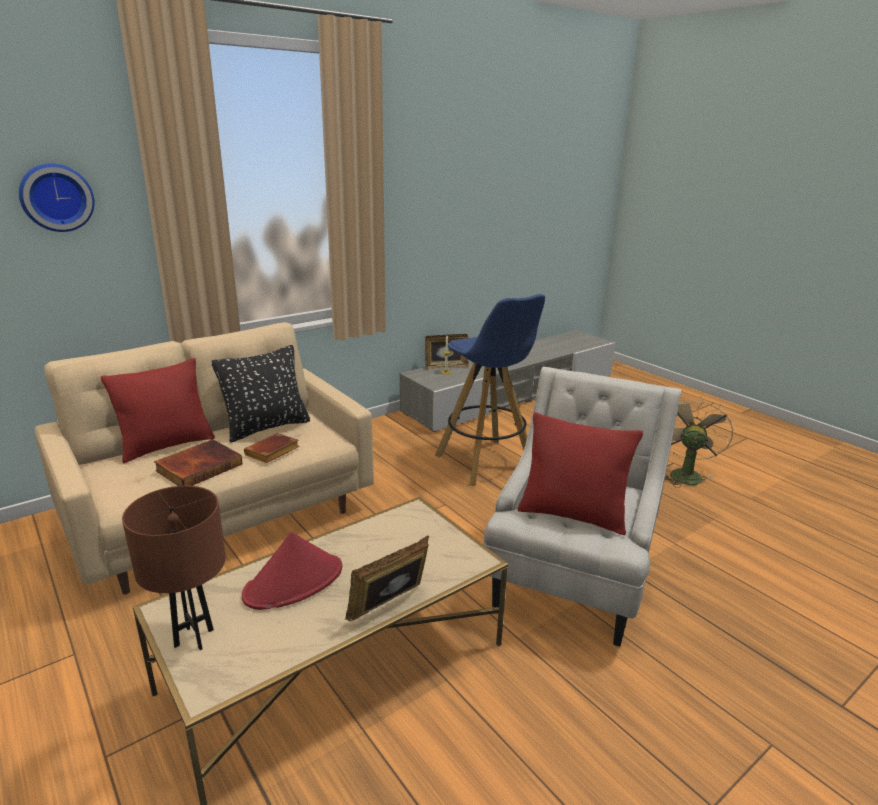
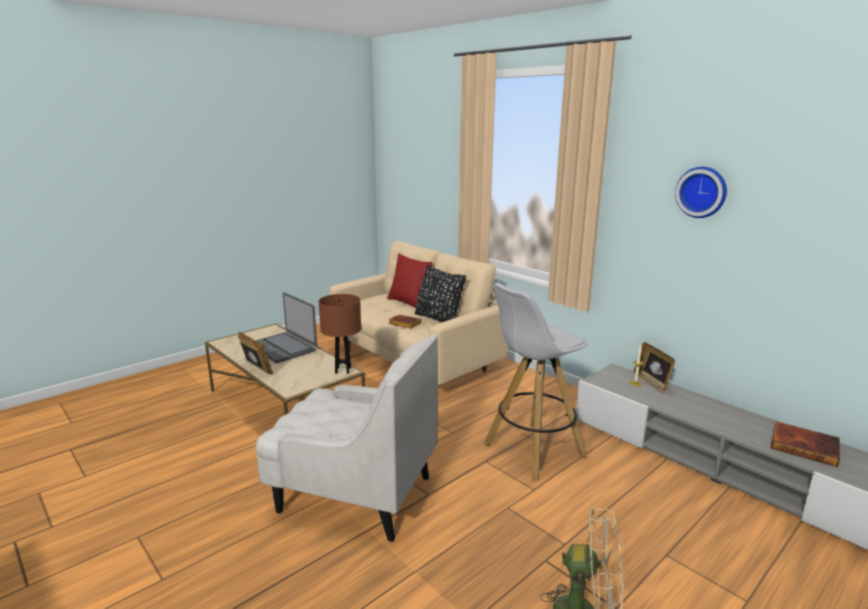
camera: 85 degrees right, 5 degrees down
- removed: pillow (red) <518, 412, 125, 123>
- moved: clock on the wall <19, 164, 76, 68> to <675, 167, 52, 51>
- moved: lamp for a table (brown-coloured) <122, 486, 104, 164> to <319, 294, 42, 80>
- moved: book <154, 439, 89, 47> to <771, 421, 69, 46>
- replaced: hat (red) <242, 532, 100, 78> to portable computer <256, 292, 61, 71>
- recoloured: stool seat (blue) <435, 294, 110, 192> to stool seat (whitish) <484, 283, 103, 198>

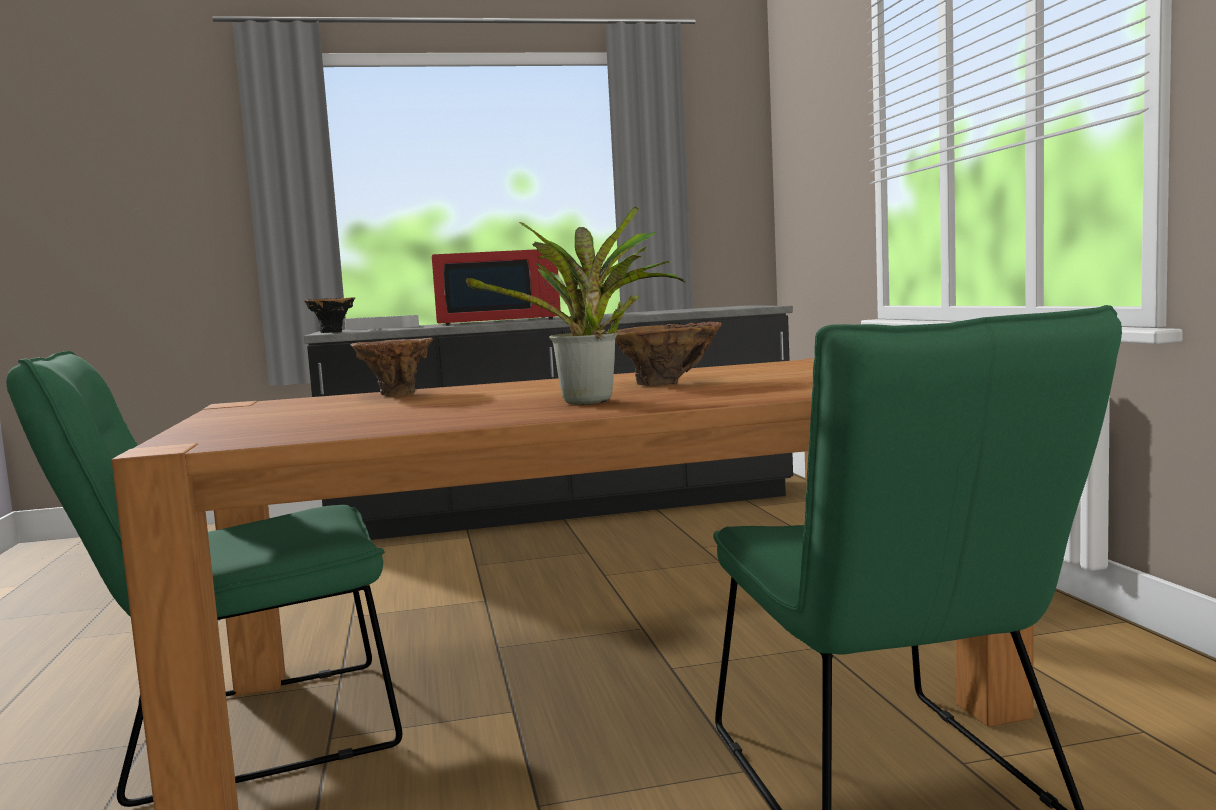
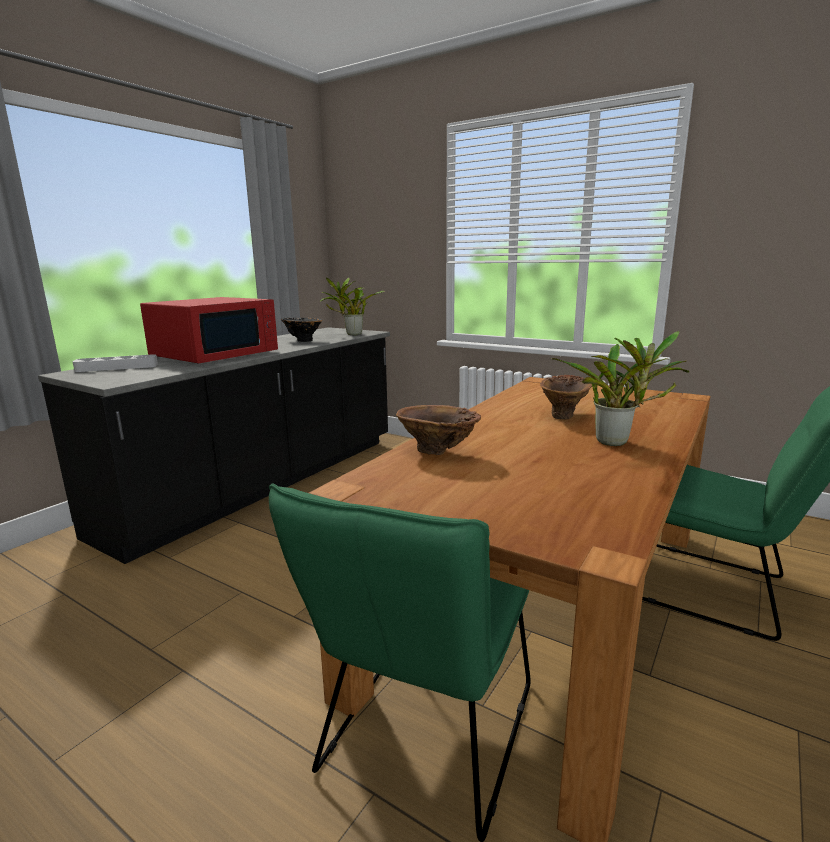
camera: 45 degrees left, 10 degrees up
- added: plant in a pot <320, 277, 65, 58>
- moved: decorative vase (black-coloured) <304, 297, 51, 36> to <281, 318, 41, 24>

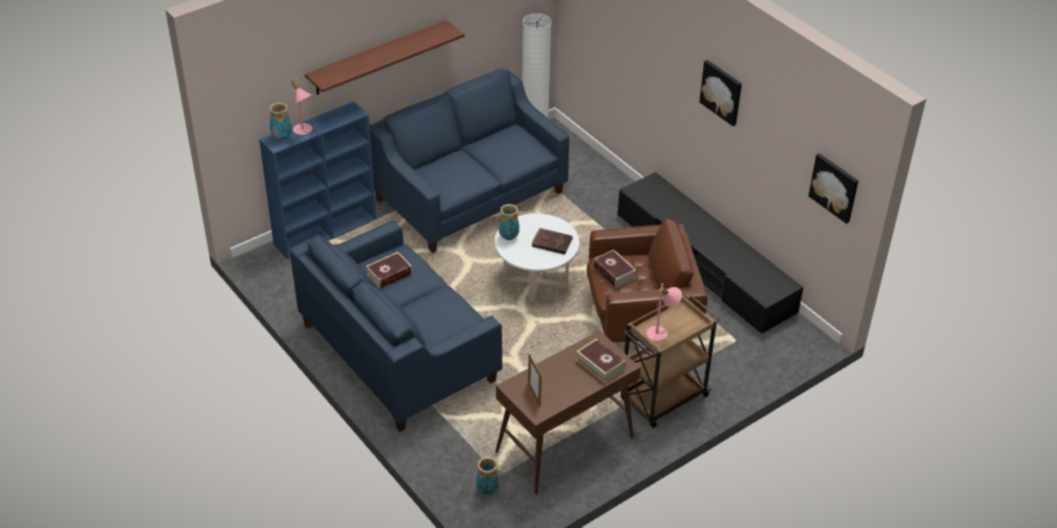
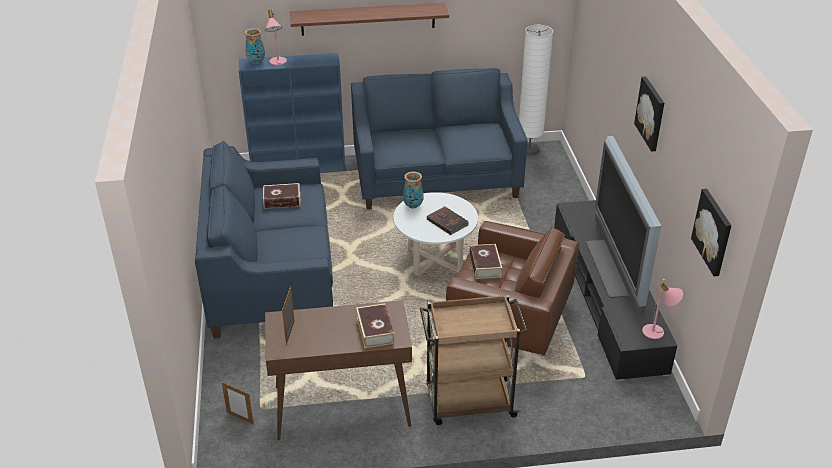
camera: 30 degrees right, 5 degrees down
- added: TV <586, 136, 75, 178>
- moved: lamp for a table (pinkish) <646, 284, 36, 57> to <642, 279, 41, 60>
- replaced: decorative vase <476, 457, 23, 38> to picture frame <222, 382, 32, 43>

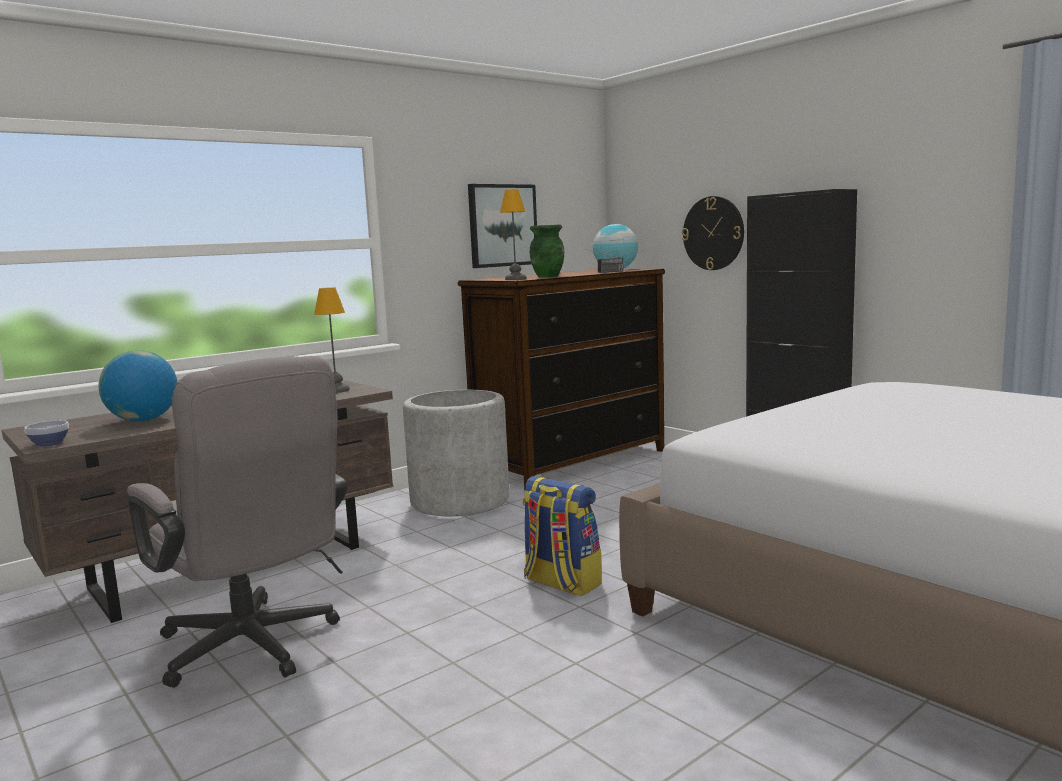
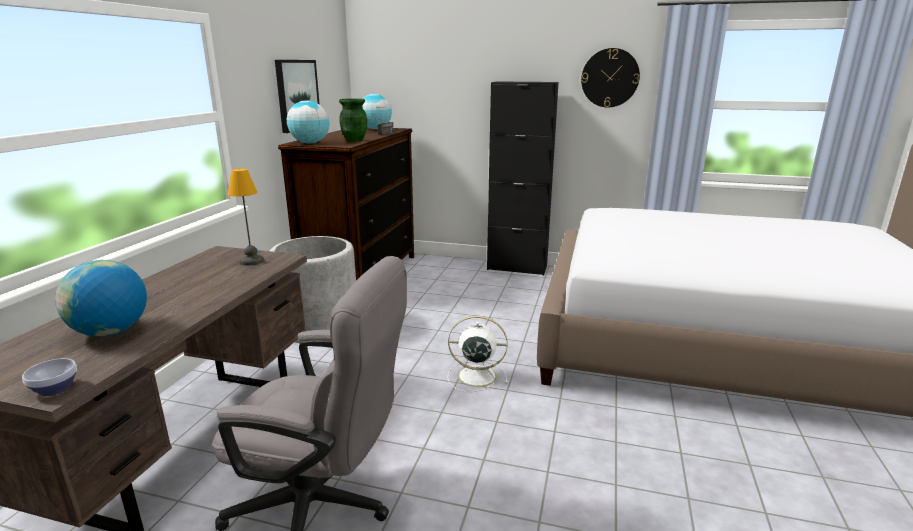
camera: 35 degrees left, 10 degrees up
- removed: lamp for a table <500, 189, 27, 91>
- added: desk globe <287, 100, 42, 43>
- moved: clock on the wall <682, 196, 62, 74> to <581, 48, 59, 59>
- replaced: rucksack <522, 476, 80, 121> to fan (whitish) <448, 316, 60, 76>

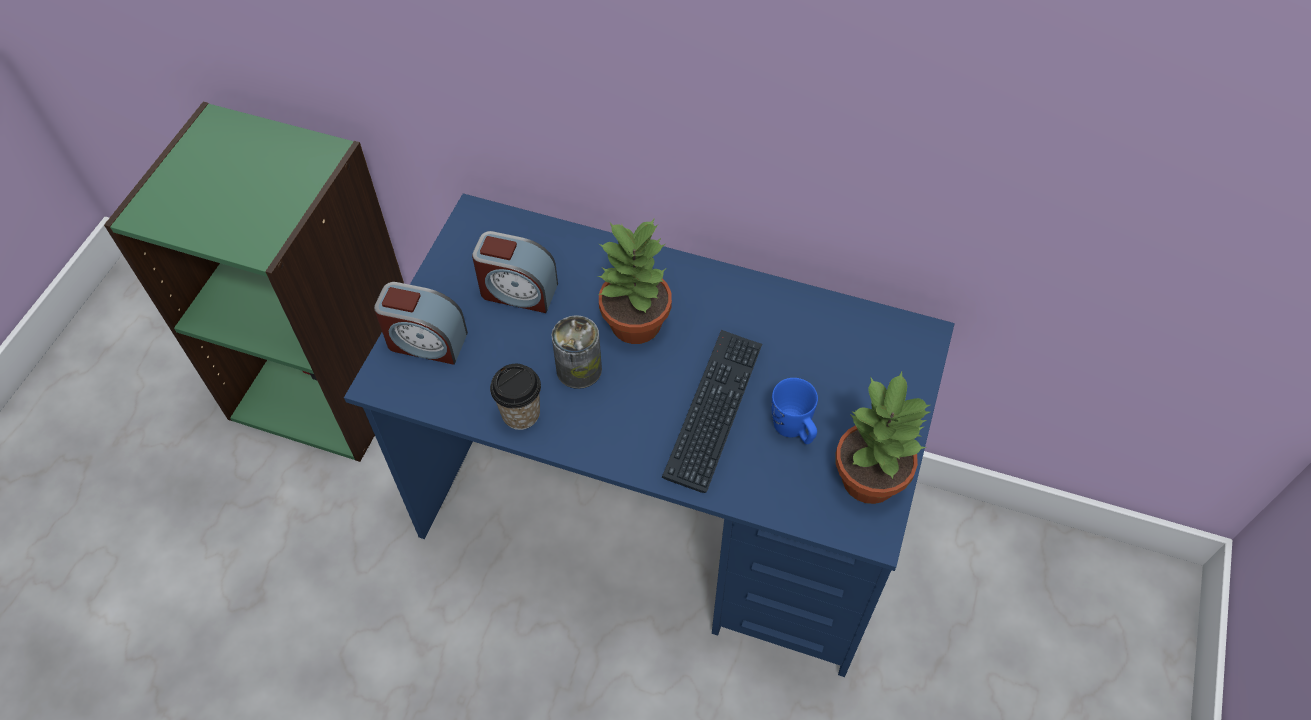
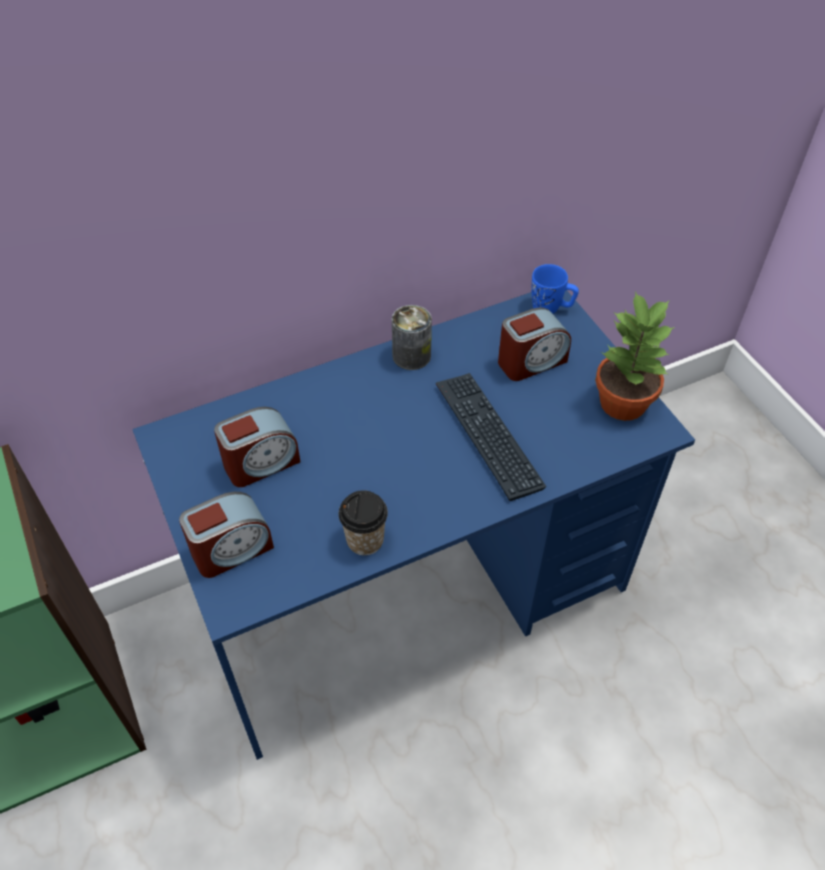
camera: 45 degrees left, 5 degrees down
- removed: plant in a pot <598, 219, 74, 125>
- added: bedside clock <498, 307, 73, 74>
- moved: sealed can <551, 315, 51, 74> to <392, 305, 40, 65>
- moved: coffee mug (blue) <771, 378, 47, 66> to <531, 264, 48, 50>

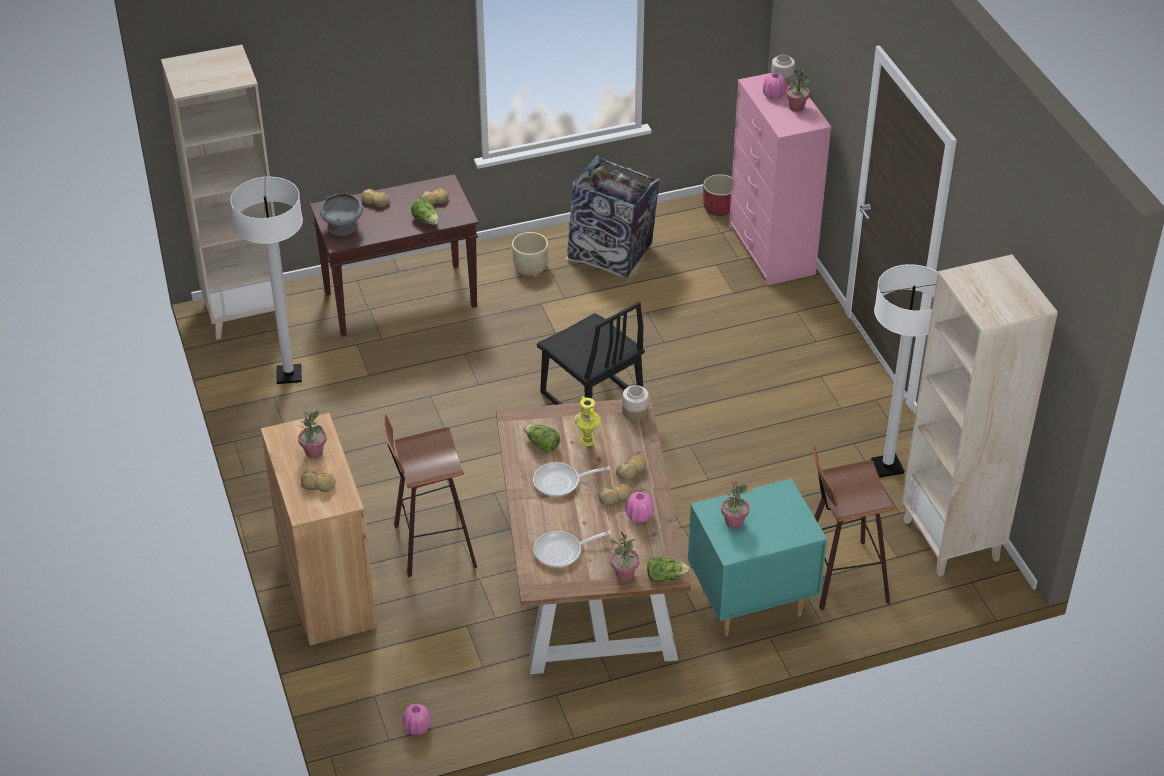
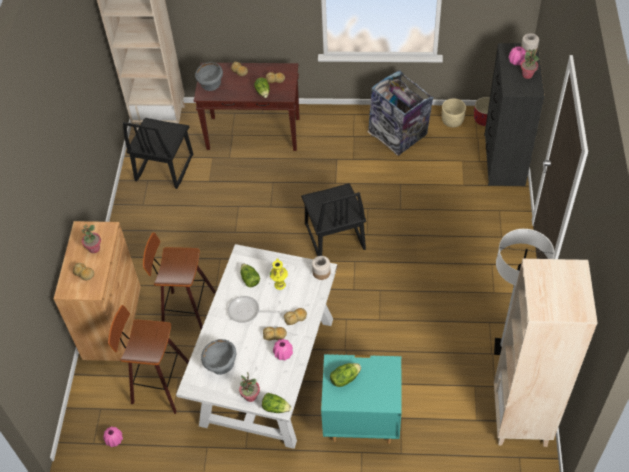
camera: 25 degrees right, 10 degrees up
- moved: flower pot (beige) <512, 232, 36, 43> to <442, 98, 24, 30>
- moved: stool seat <813, 446, 81, 164> to <108, 305, 81, 109>
- replaced: floor lamp (whitish) <230, 177, 73, 207> to chair (black-coloured) <123, 118, 70, 71>
- replaced: skillet <533, 531, 78, 37> to serving bowl (greyish) <201, 339, 35, 36>
- replaced: plant in a pot <721, 481, 29, 48> to lettuce <330, 363, 31, 24>
- recoloured: dining table (brown-coloured) <496, 397, 195, 277> to dining table (whitish) <176, 244, 161, 205>
- recoloured: dresser (pinkish) <729, 73, 102, 213> to dresser (black-coloured) <484, 43, 61, 143>

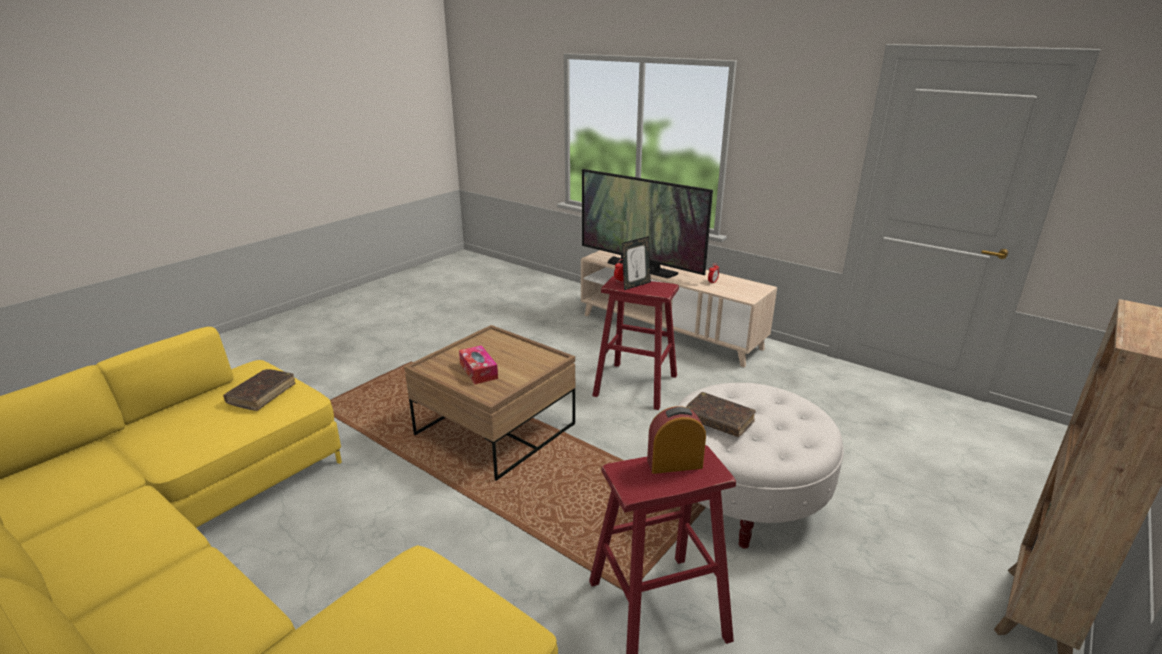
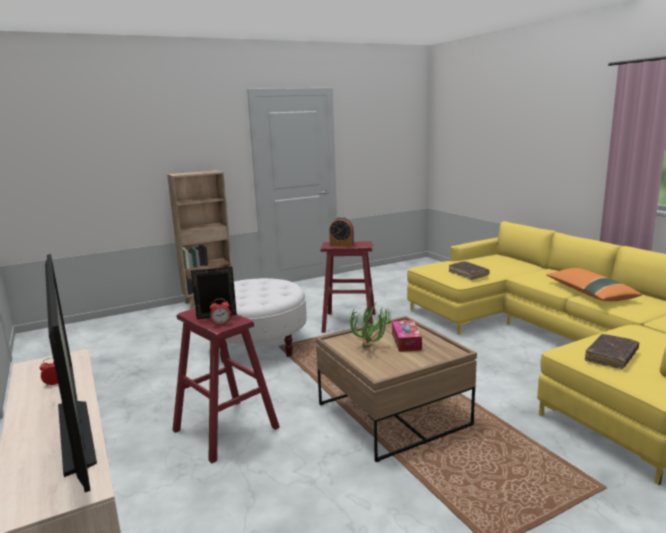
camera: 155 degrees left, 10 degrees down
- added: plant in a pot <349, 300, 43, 48>
- added: pillow (orangey) <546, 268, 96, 33>
- moved: book (brown-coloured) <686, 392, 70, 45> to <449, 261, 40, 19>

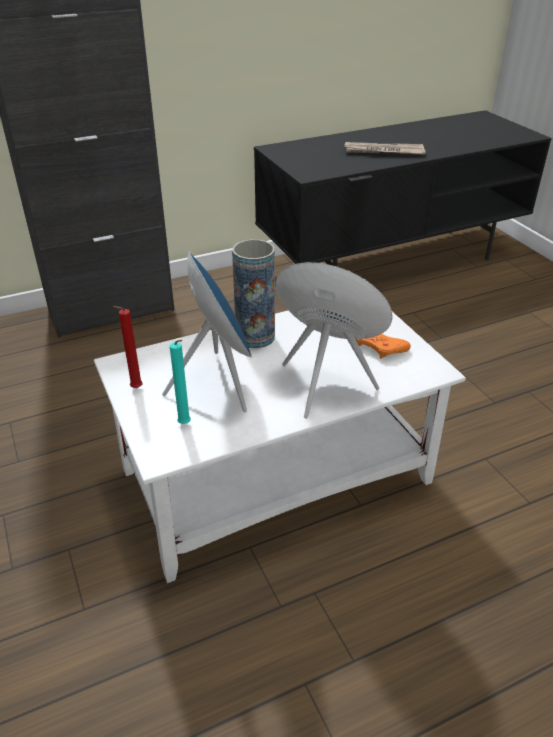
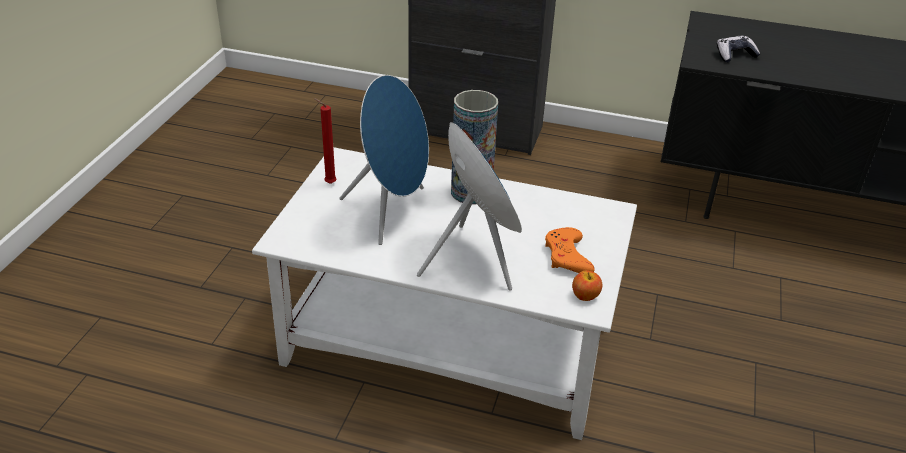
camera: 40 degrees right, 0 degrees up
- removed: candle (turquoise) <170, 340, 21, 84>
- removed: newspaper <344, 142, 81, 12>
- added: apple fruit <572, 271, 30, 30>
- added: joypad <717, 36, 43, 27>

